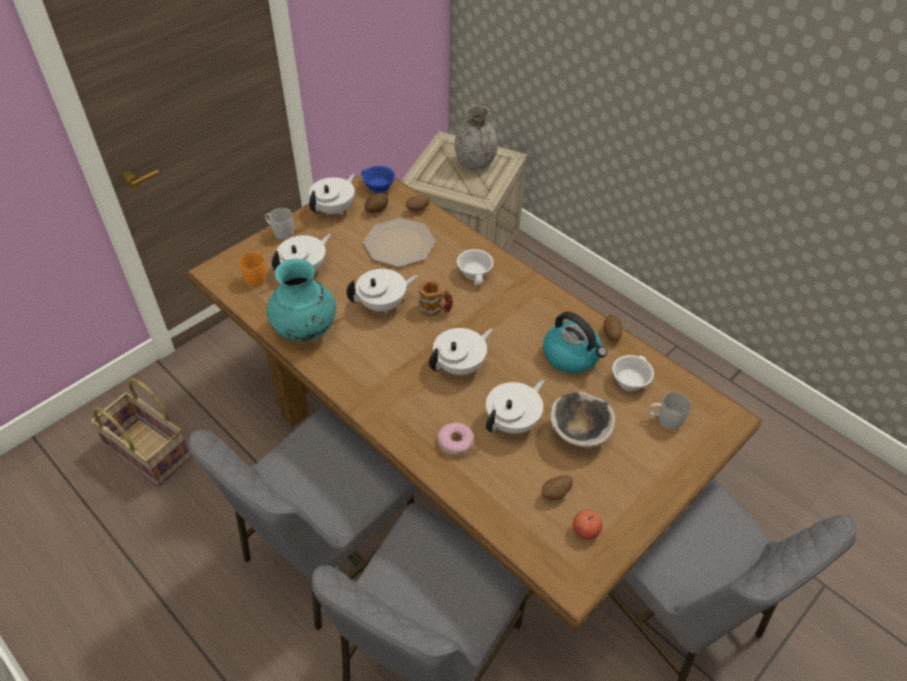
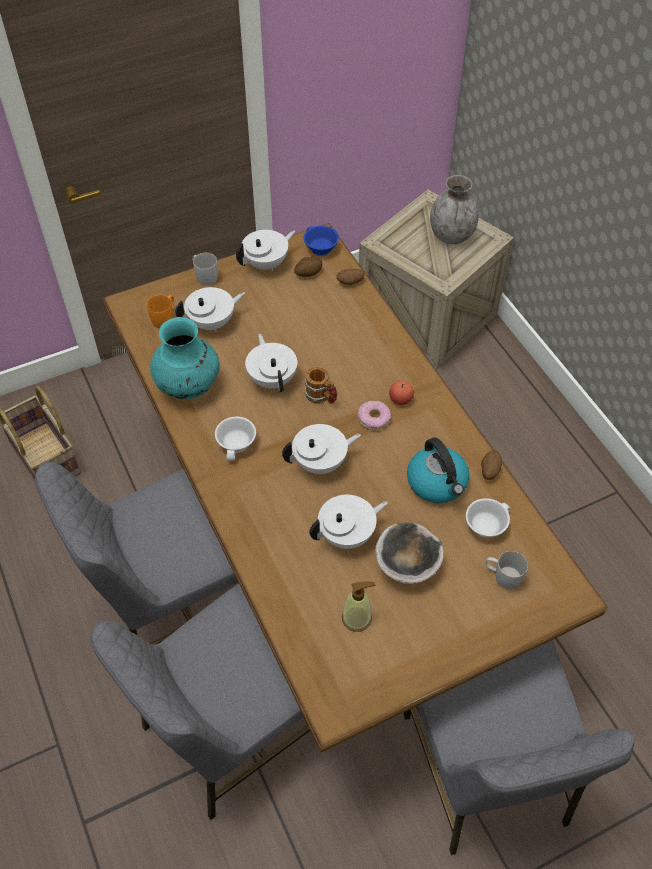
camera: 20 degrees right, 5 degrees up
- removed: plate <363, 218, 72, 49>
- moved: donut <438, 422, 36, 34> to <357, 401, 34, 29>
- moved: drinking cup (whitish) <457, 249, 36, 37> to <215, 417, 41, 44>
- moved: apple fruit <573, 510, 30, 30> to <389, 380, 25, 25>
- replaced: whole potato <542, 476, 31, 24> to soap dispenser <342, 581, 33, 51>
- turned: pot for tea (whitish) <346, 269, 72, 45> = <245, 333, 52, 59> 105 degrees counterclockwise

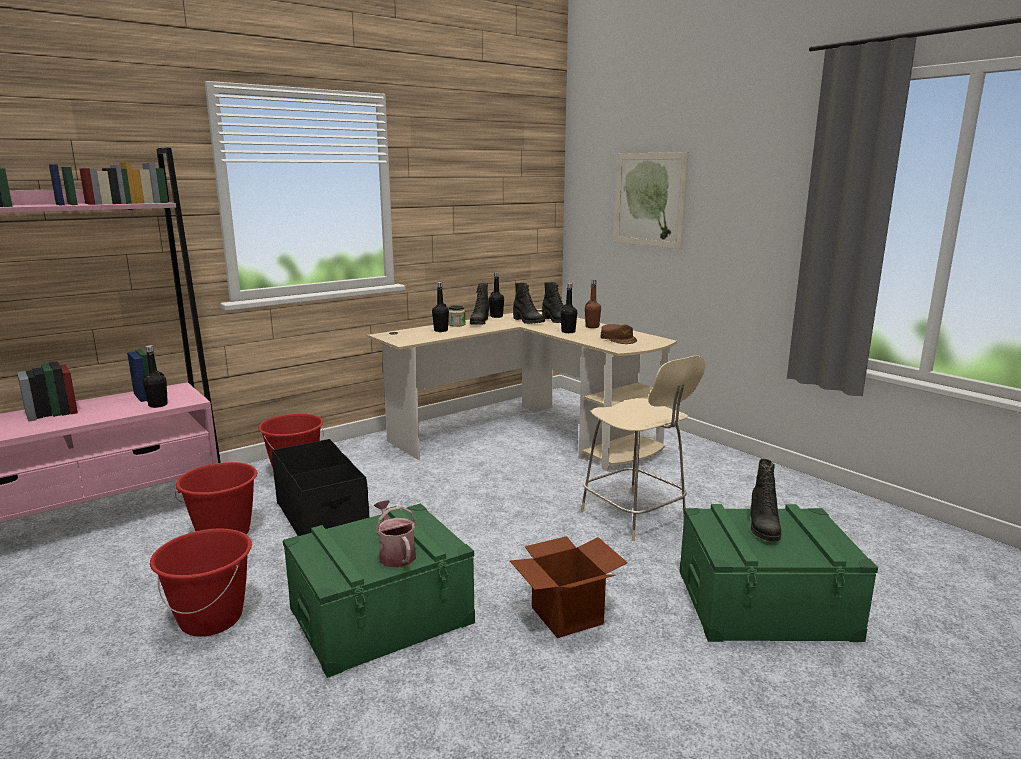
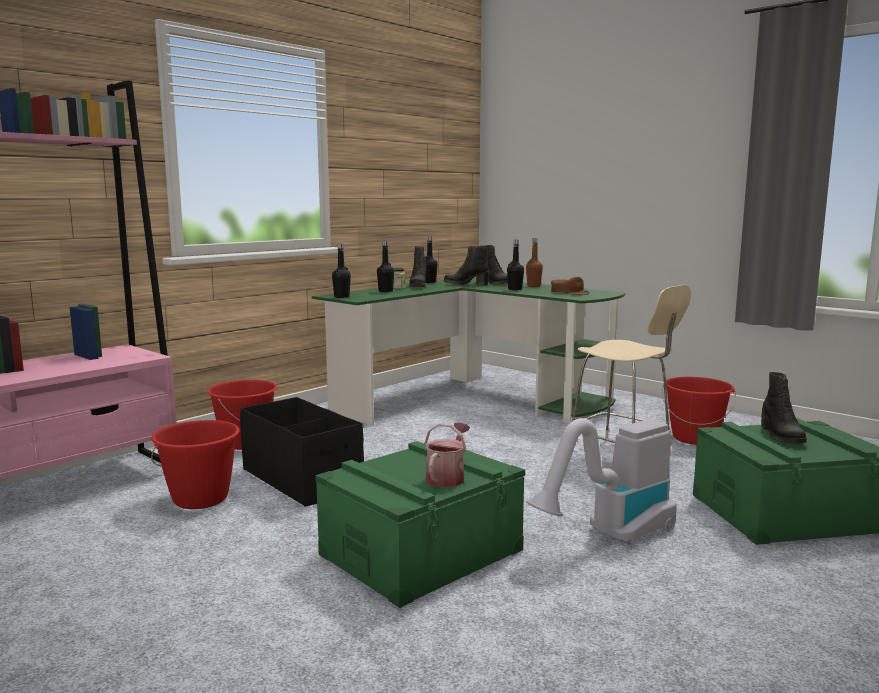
camera: 10 degrees left, 5 degrees down
- removed: wall picture <614, 152, 75, 97>
- moved: bottle (black-coloured) <143, 345, 25, 63> to <332, 243, 19, 55>
- moved: bucket (red) <150, 528, 102, 109> to <662, 377, 74, 68>
- replaced: packing box <510, 536, 118, 102> to vacuum <526, 418, 151, 126>
- recoloured: desk (beige) <367, 309, 310, 162> to desk (green) <312, 278, 313, 148>
- turned: watering pot <374, 500, 42, 68> = <424, 422, 46, 66> 60 degrees clockwise
- turned: tall boot (black-coloured) <513, 283, 32, 41> = <444, 246, 45, 40> 150 degrees clockwise

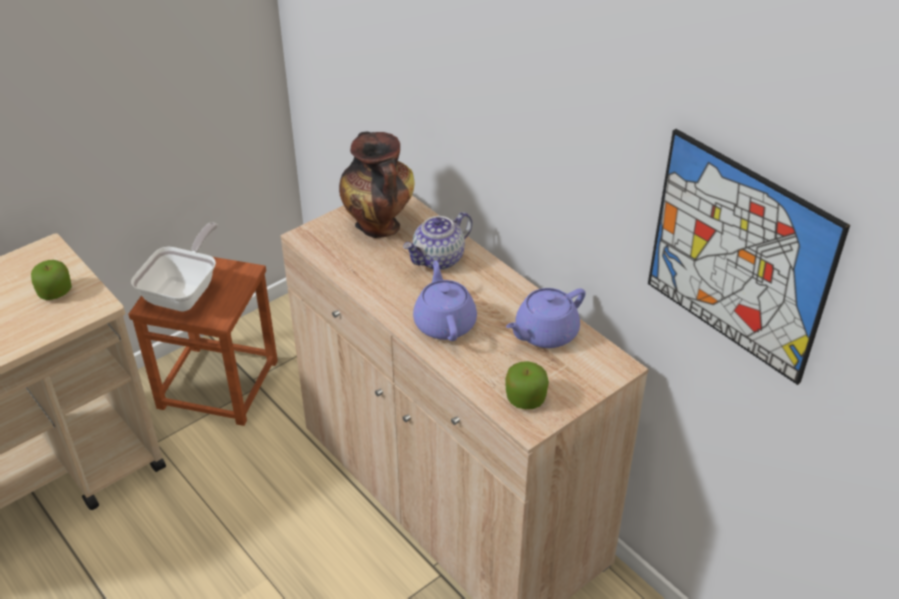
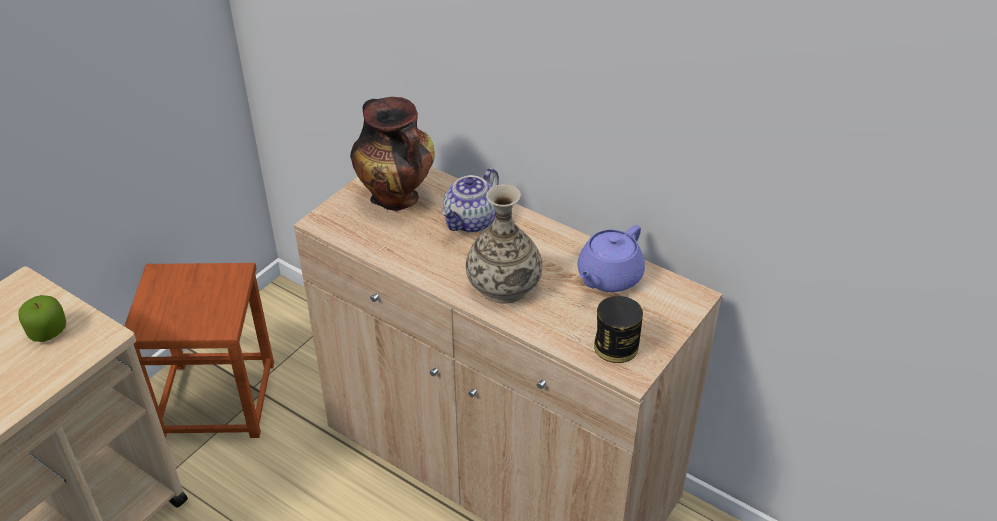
camera: 15 degrees left, 0 degrees up
- removed: skillet <131, 222, 87, 90>
- removed: wall picture <648, 129, 202, 256>
- replaced: pot for tea (purple) <413, 260, 64, 81> to decorative vase <466, 184, 76, 120>
- replaced: apple fruit <506, 361, 43, 48> to sealed can <594, 296, 49, 67>

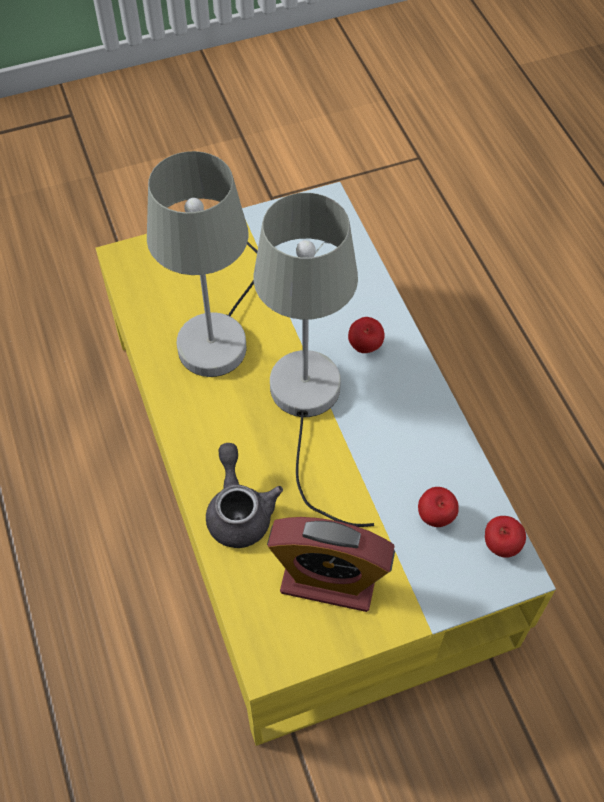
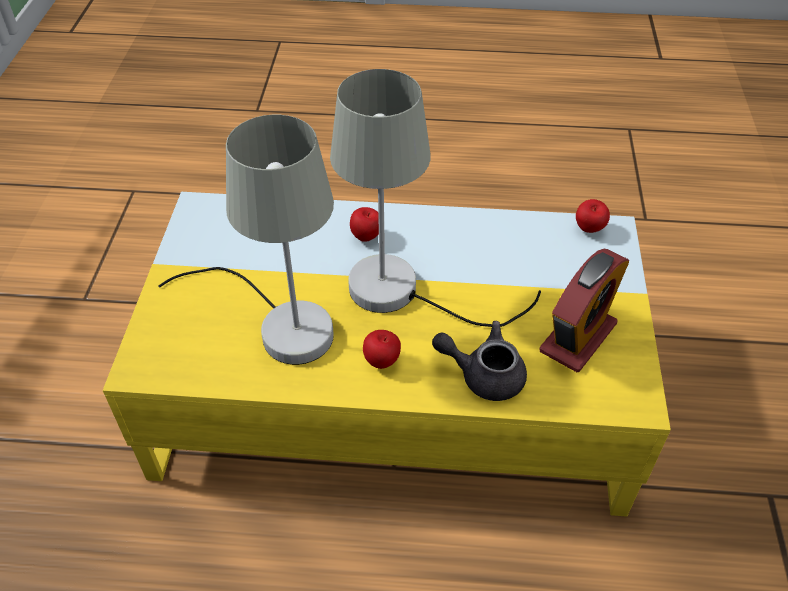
camera: 65 degrees left, 10 degrees down
- moved: apple fruit <418, 487, 41, 40> to <363, 330, 38, 39>

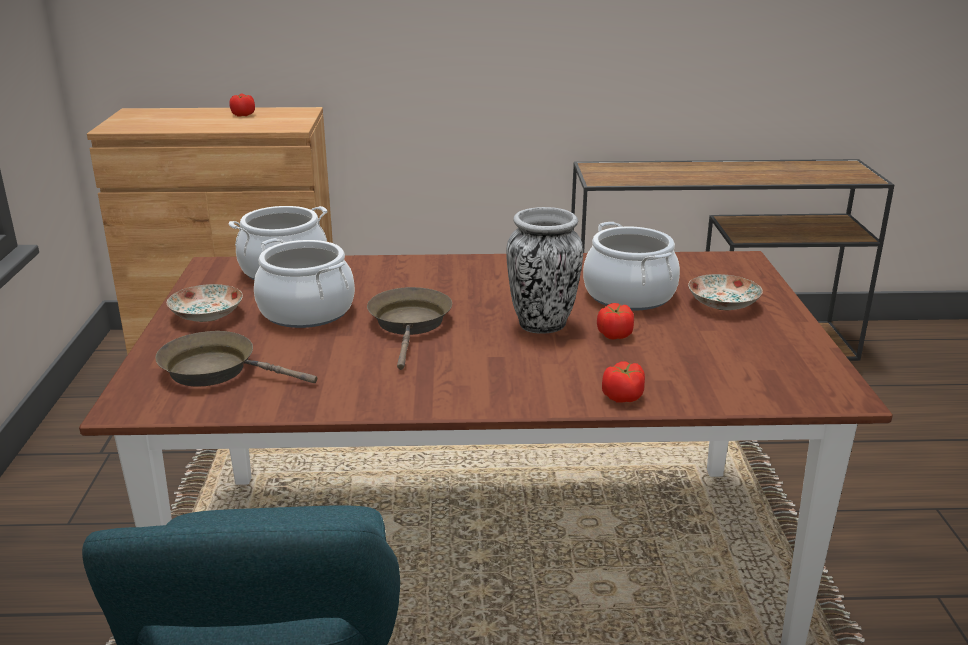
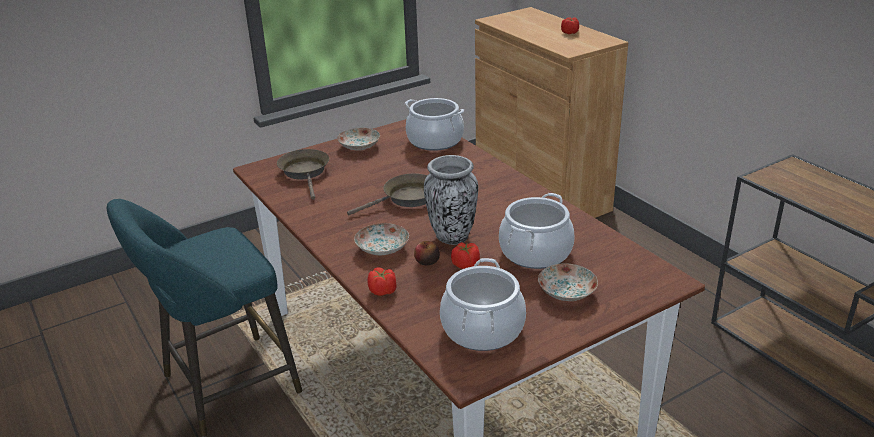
camera: 60 degrees right, 5 degrees up
- added: plate <354, 223, 55, 32>
- added: apple fruit <414, 241, 26, 24>
- moved: stockpot <254, 238, 101, 90> to <440, 258, 86, 93>

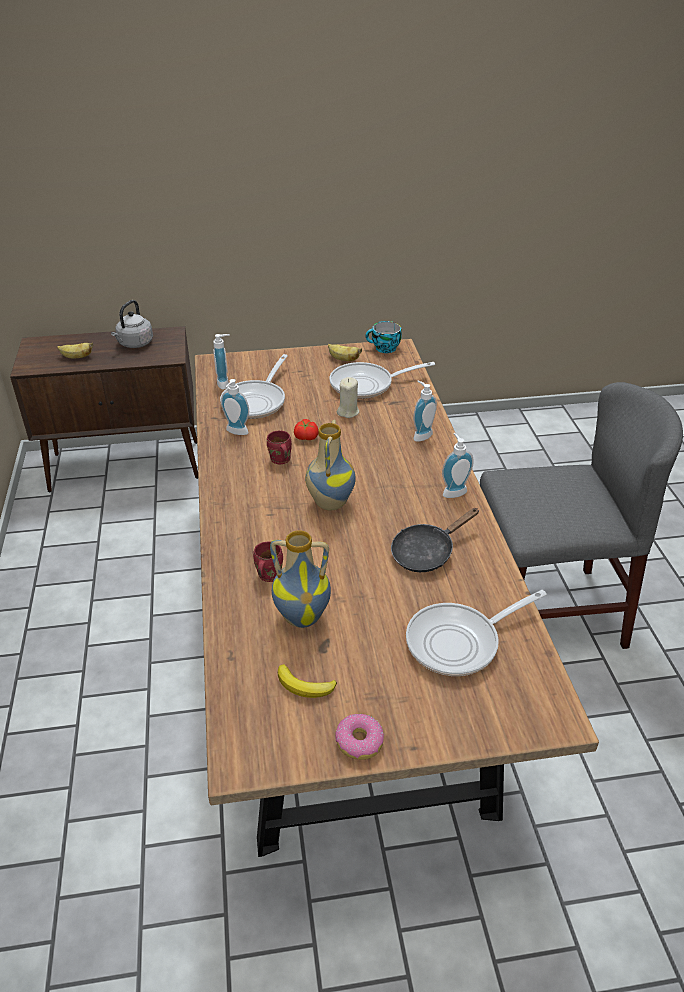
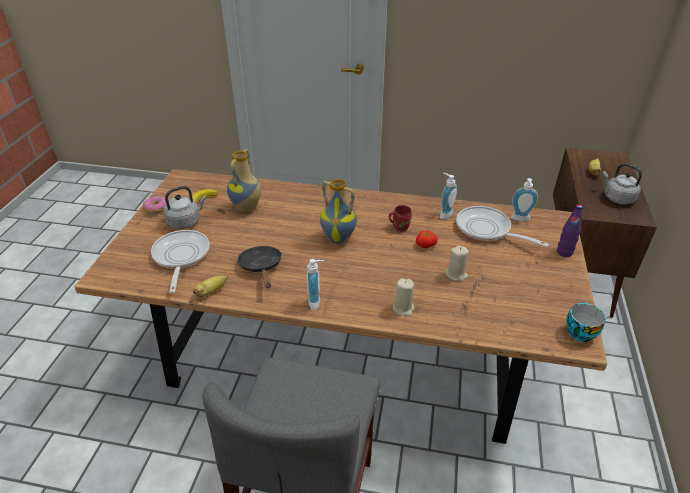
camera: 110 degrees right, 0 degrees up
- removed: coffee mug (red) <253, 541, 30, 41>
- removed: skillet <329, 362, 106, 37>
- added: tea kettle (greyish) <163, 186, 44, 43>
- added: bottle (purple) <557, 205, 26, 52>
- moved: whole banana <328, 344, 34, 17> to <193, 275, 35, 22>
- replaced: soap dispenser <413, 381, 24, 61> to candle (beige) <393, 278, 21, 38>

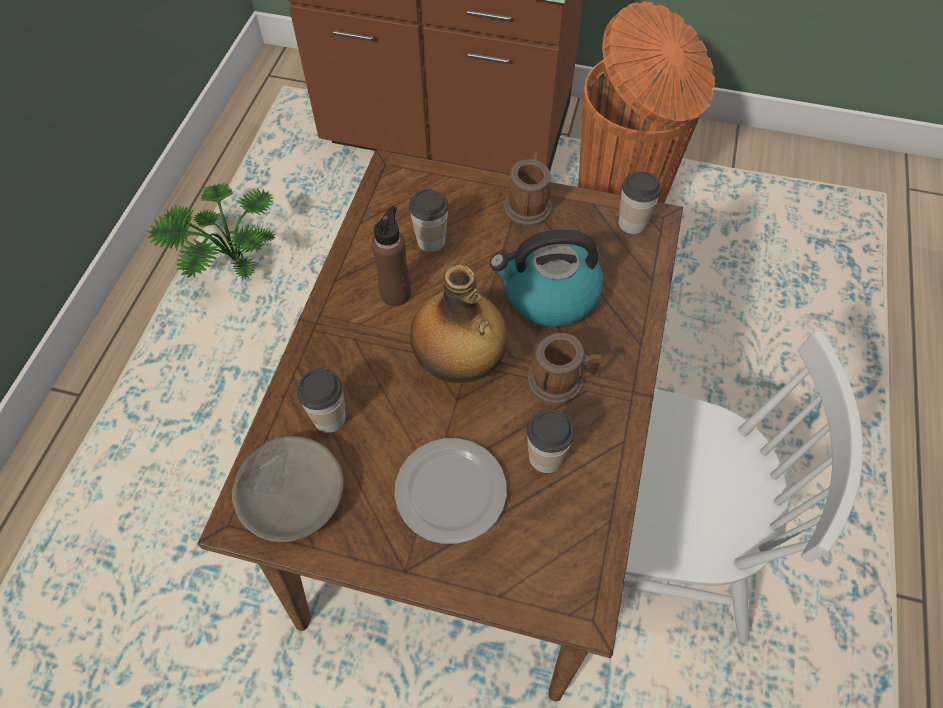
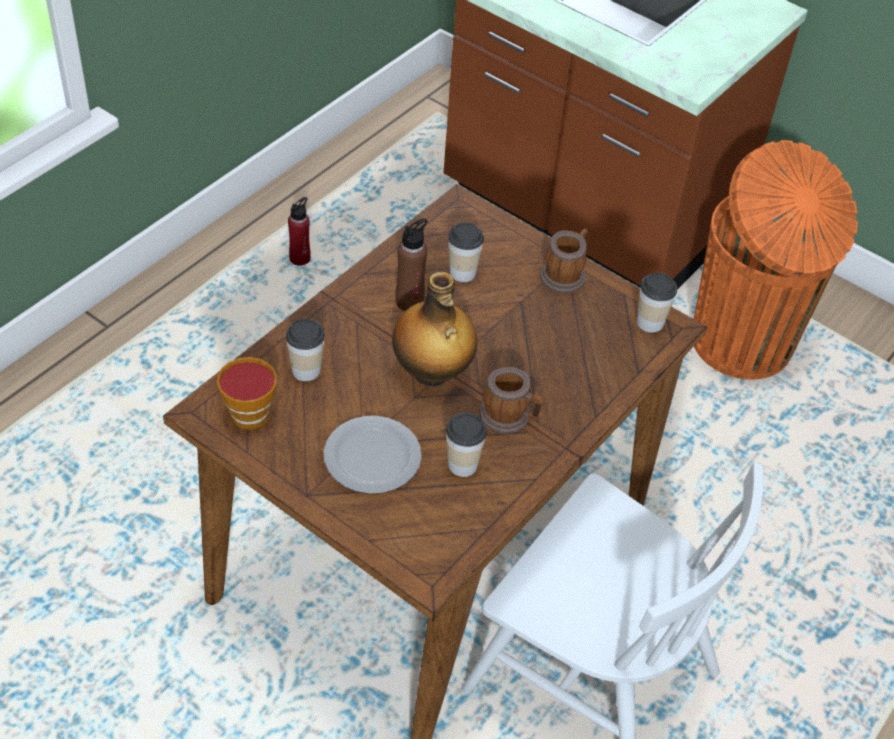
camera: 20 degrees right, 10 degrees down
- removed: tea kettle <490, 229, 113, 98>
- replaced: plant in a pot <147, 182, 129, 98> to bottle (red) <288, 197, 23, 69>
- replaced: serving bowl (greyish) <232, 436, 112, 106> to drinking cup <217, 356, 60, 74>

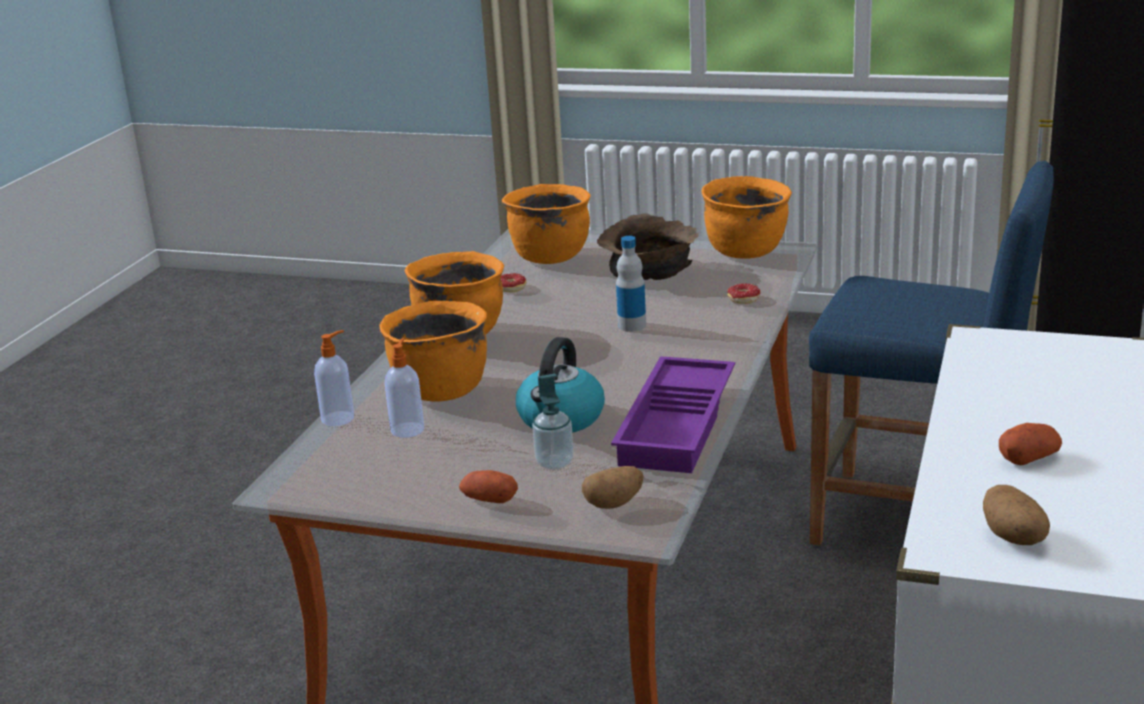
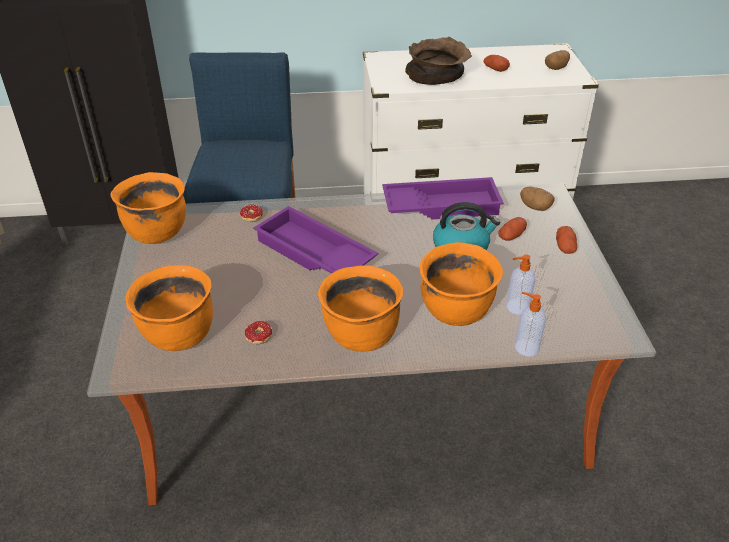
camera: 115 degrees left, 15 degrees up
- moved: serving bowl (brown-coloured) <597, 213, 102, 67> to <405, 37, 67, 48>
- replaced: soap dispenser <532, 374, 42, 96> to whole potato <499, 217, 28, 24>
- replaced: bottle <616, 236, 30, 96> to carrying tray (purple) <253, 206, 125, 68>

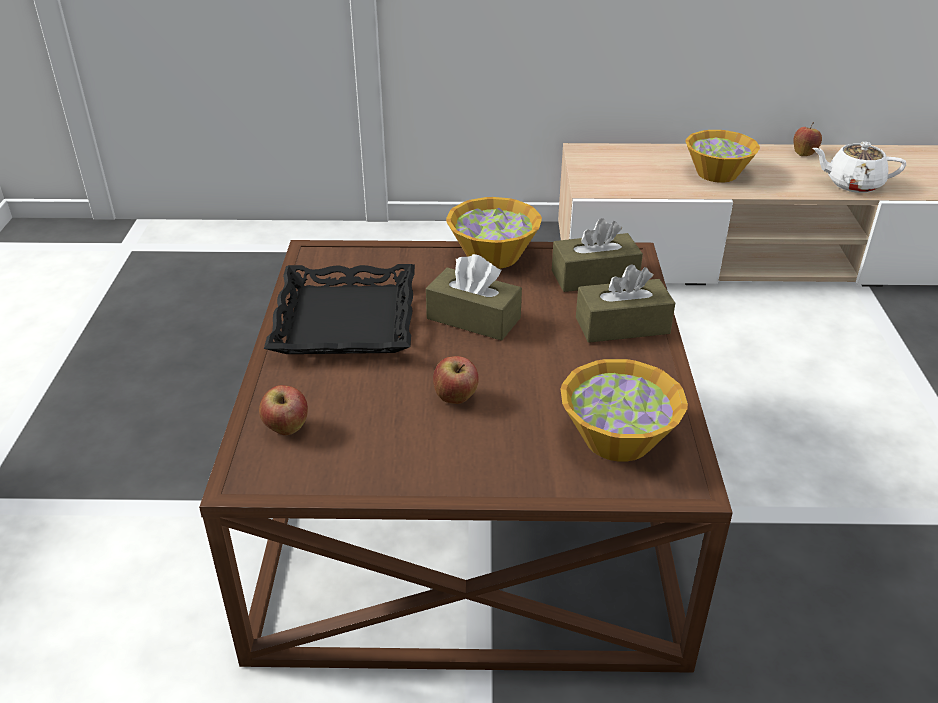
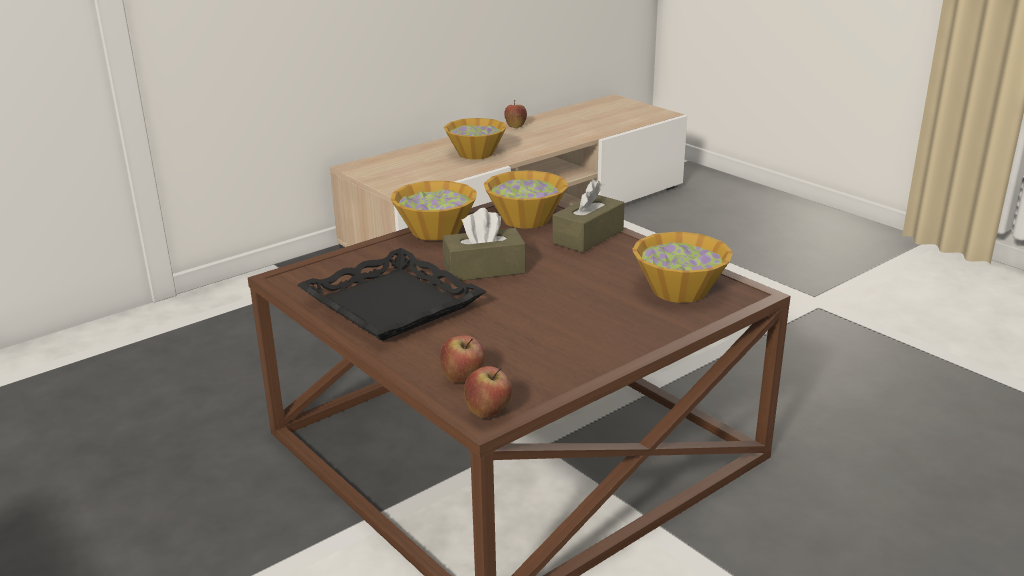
camera: 40 degrees left, 10 degrees down
- removed: pot for tea (whitish) <812, 142, 94, 51>
- moved: apple fruit <433, 356, 46, 48> to <464, 366, 48, 52>
- replaced: tissue holder (brown-coloured) <552, 218, 91, 74> to serving bowl <484, 170, 84, 58>

